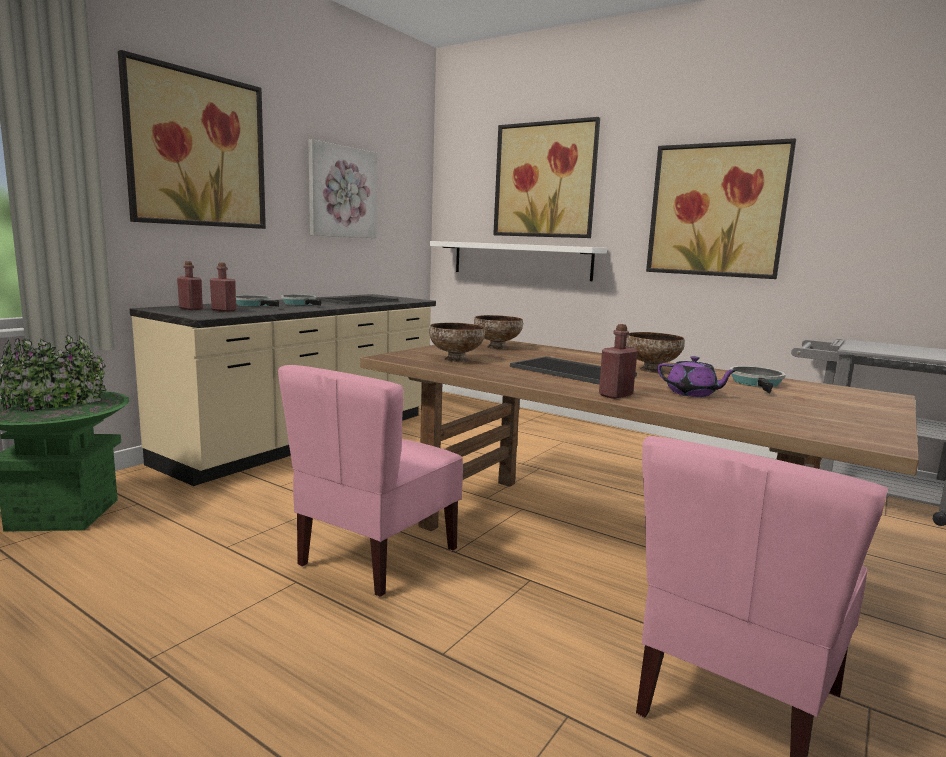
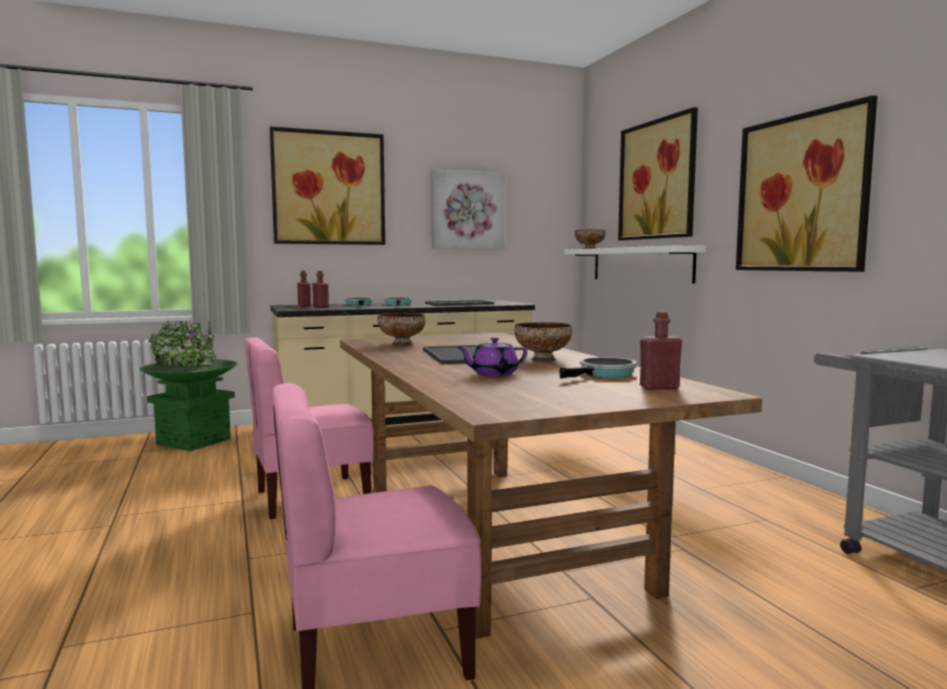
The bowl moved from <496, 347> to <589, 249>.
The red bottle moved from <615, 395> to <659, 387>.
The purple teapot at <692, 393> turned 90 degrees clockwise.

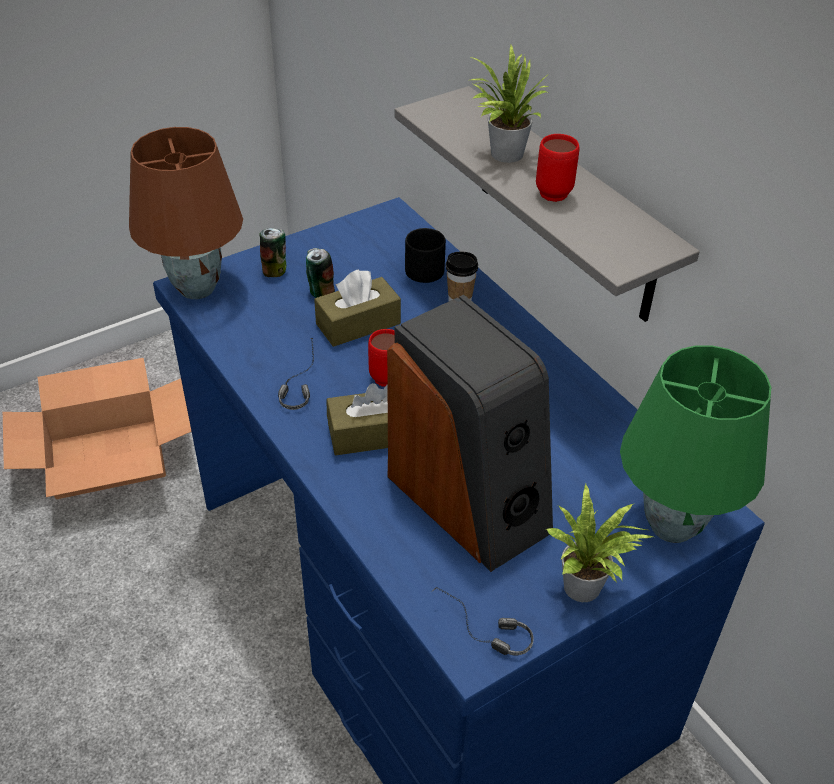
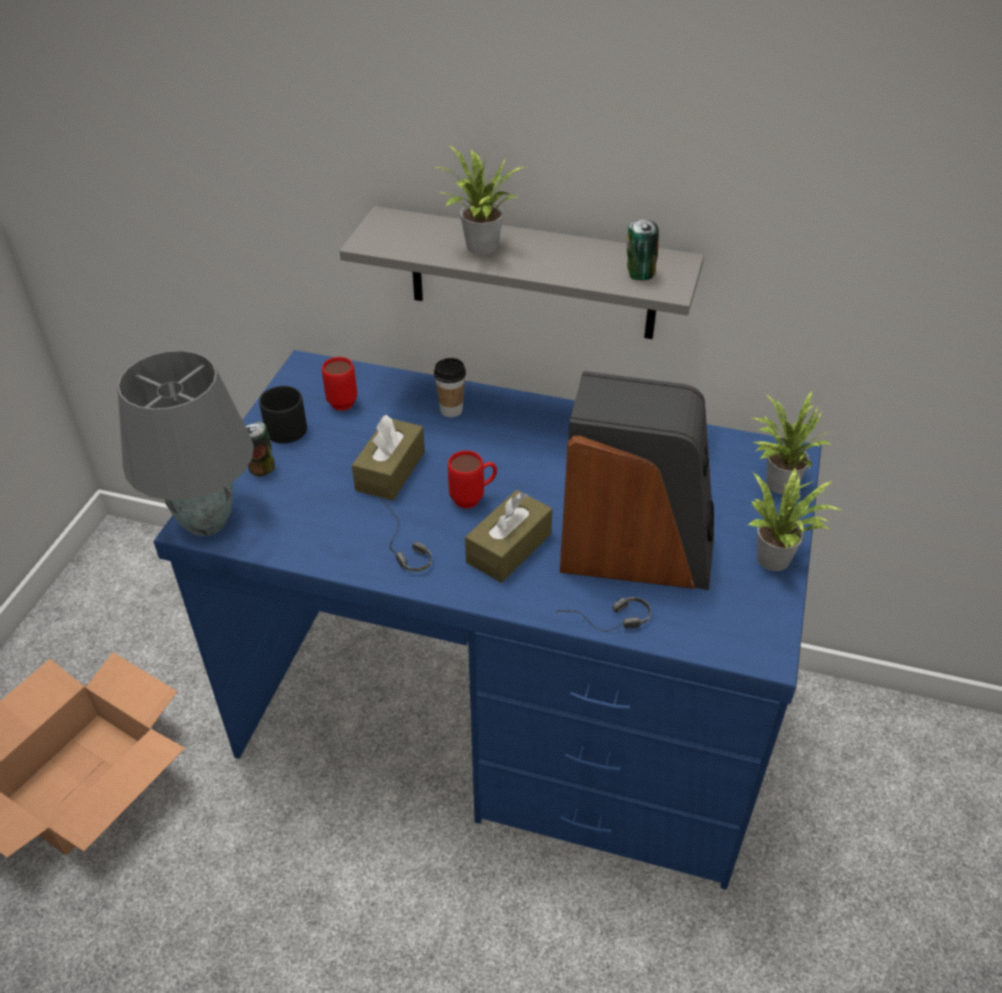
The brown table lamp at <197, 289> became the grey table lamp at <208, 523>.
The can moved from <320, 292> to <639, 274>.
The black mug moved from <426, 266> to <284, 425>.
The headphones moved from <479, 631> to <604, 624>.
The red mug moved from <556, 190> to <341, 400>.
The green table lamp at <671, 527> was replaced by the potted plant at <777, 483>.

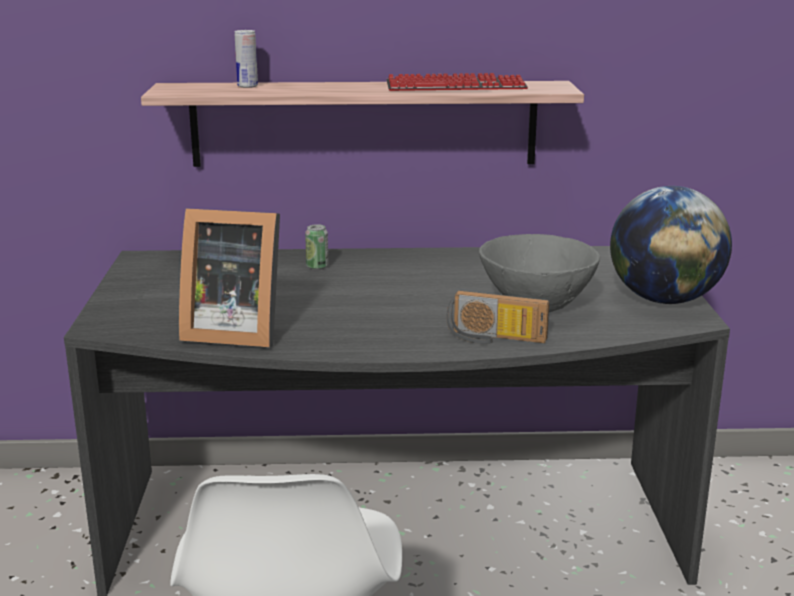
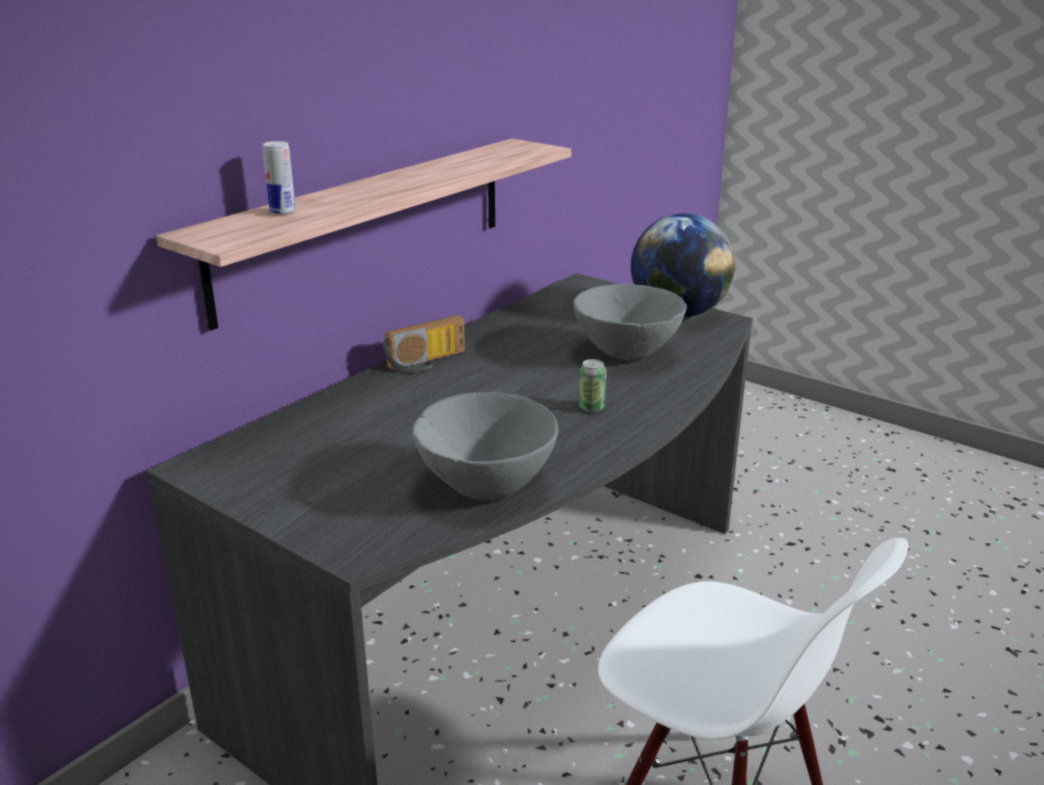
The picture frame at <233, 331> was replaced by the grey bowl at <486, 486>.
The can moved from <317, 267> to <591, 407>.
The keyboard at <456, 87> disappeared.
The radio moved from <494, 339> to <427, 362>.

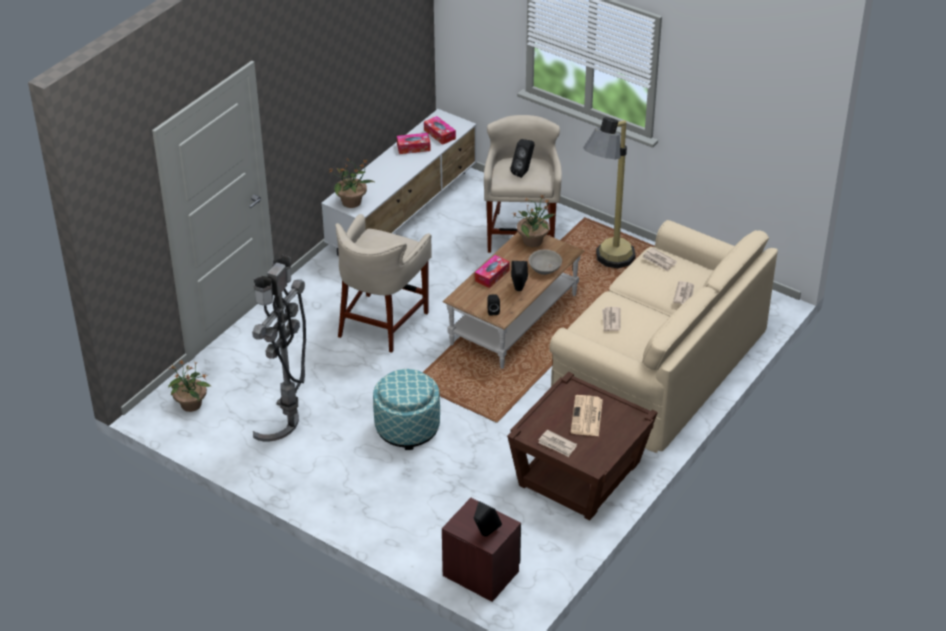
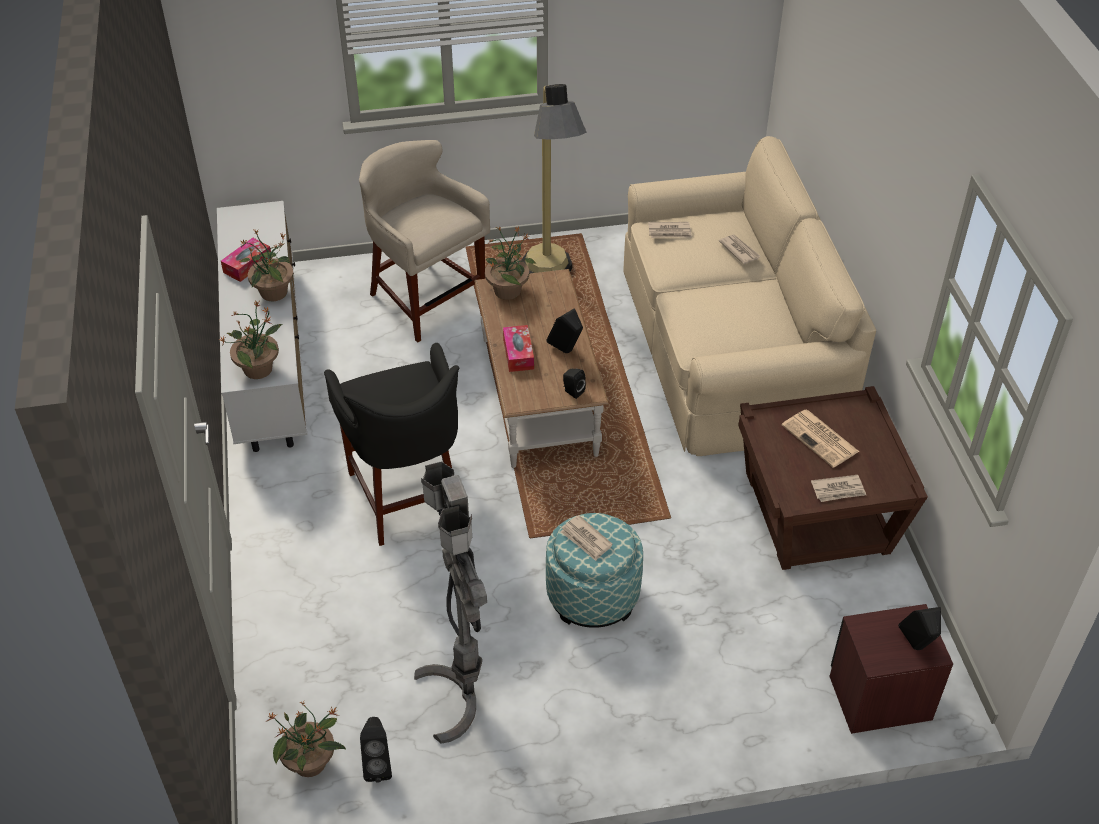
The beige stool at <382, 323> became the black stool at <408, 494>.
The tissue box at <439, 134> disappeared.
The black speaker moved from <523, 172> to <378, 765>.
The grey bowl at <545, 268> disappeared.
The newspaper moved from <611, 320> to <586, 540>.
The potted plant at <273, 293> appeared.

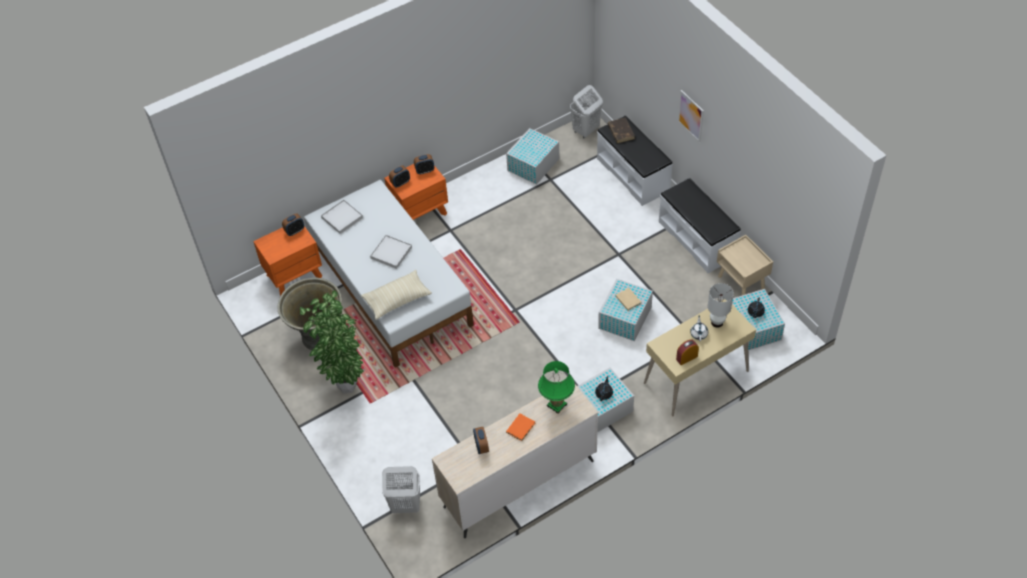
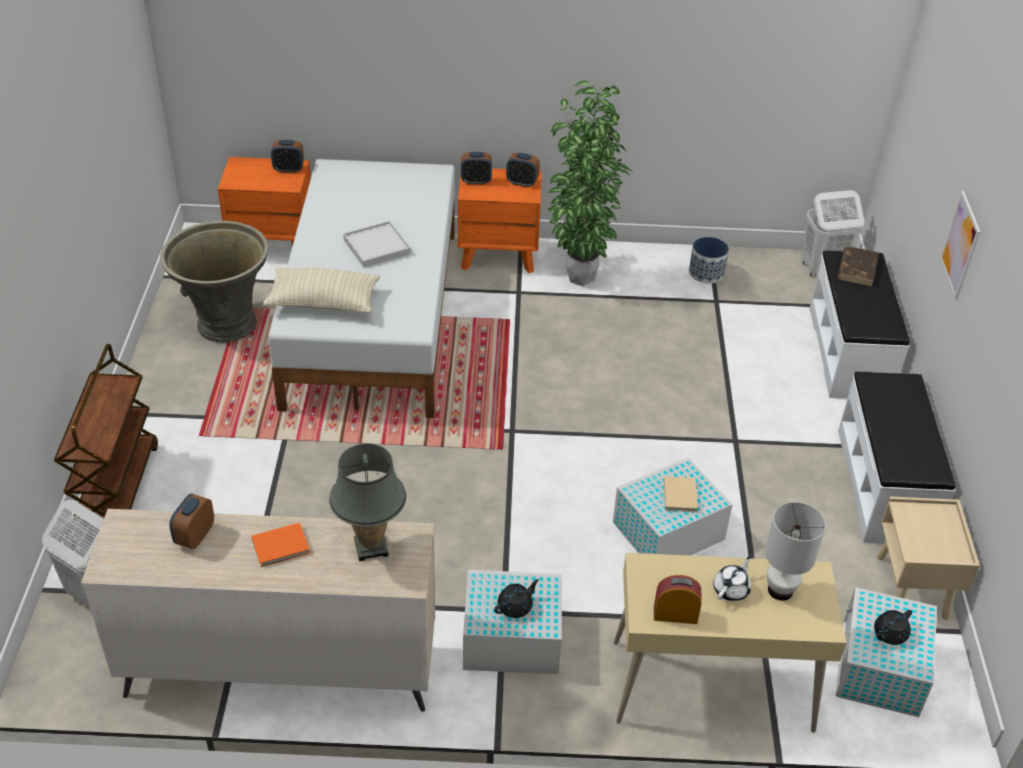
The potted plant moved from <345, 385> to <579, 276>.
The white tray at <342, 218> disappeared.
The white storage box at <532, 165> was replaced by the planter at <706, 273>.
The green table lamp at <557, 405> became the grey table lamp at <371, 547>.
The brown cart at <117, 487> appeared.

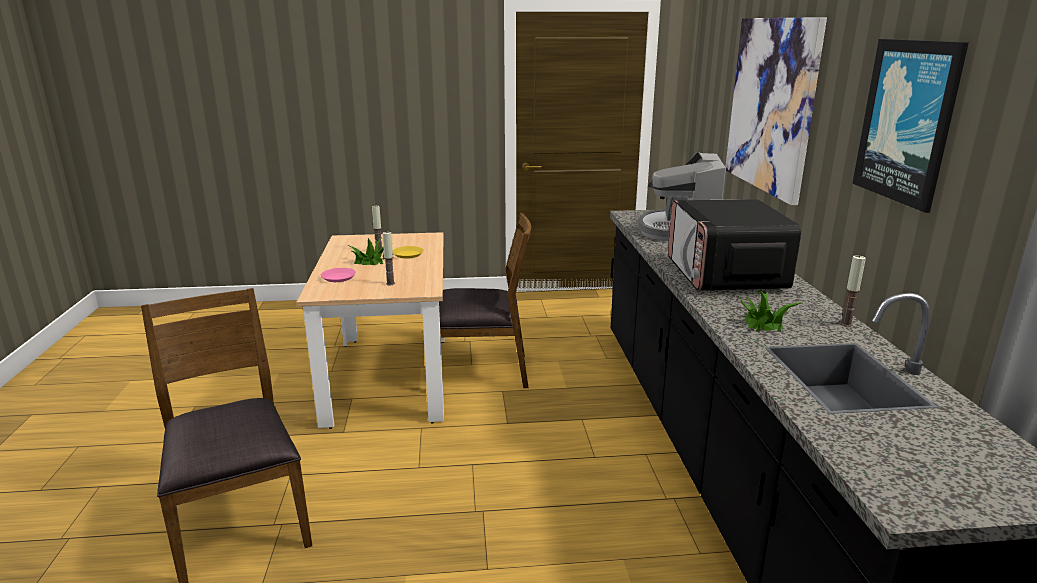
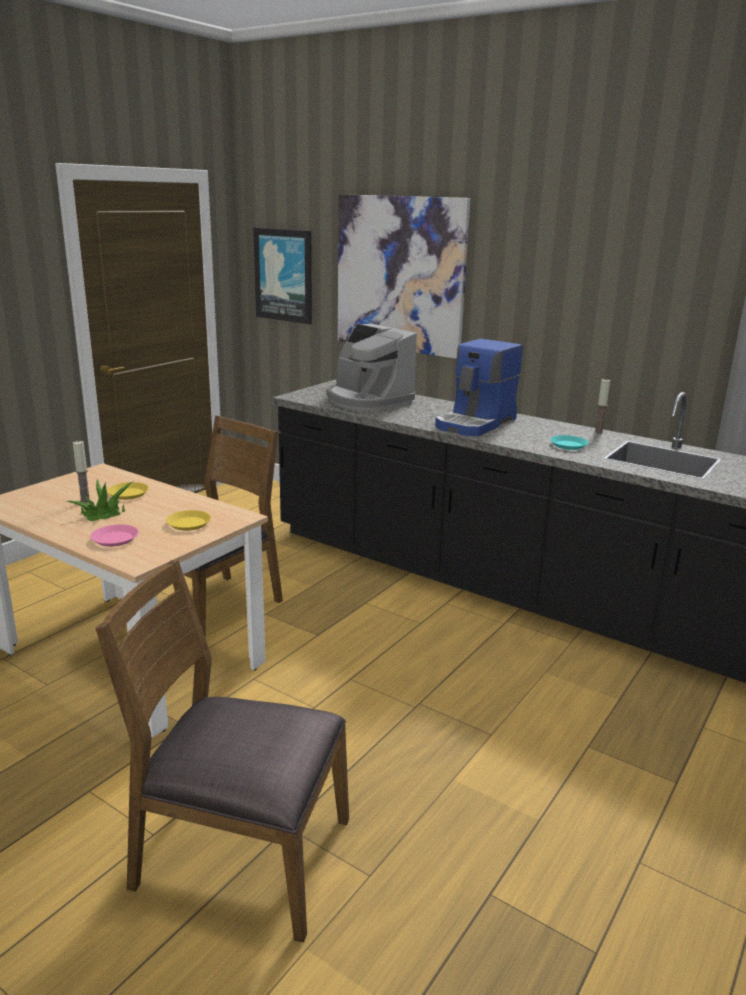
The candle at <390, 283> was replaced by the yellow plate at <188, 524>.
The microwave at <725, 275> was replaced by the coffee machine at <476, 423>.
The potted plant at <763, 323> was replaced by the turquoise plate at <568, 445>.
The picture moved from <907, 121> to <284, 275>.

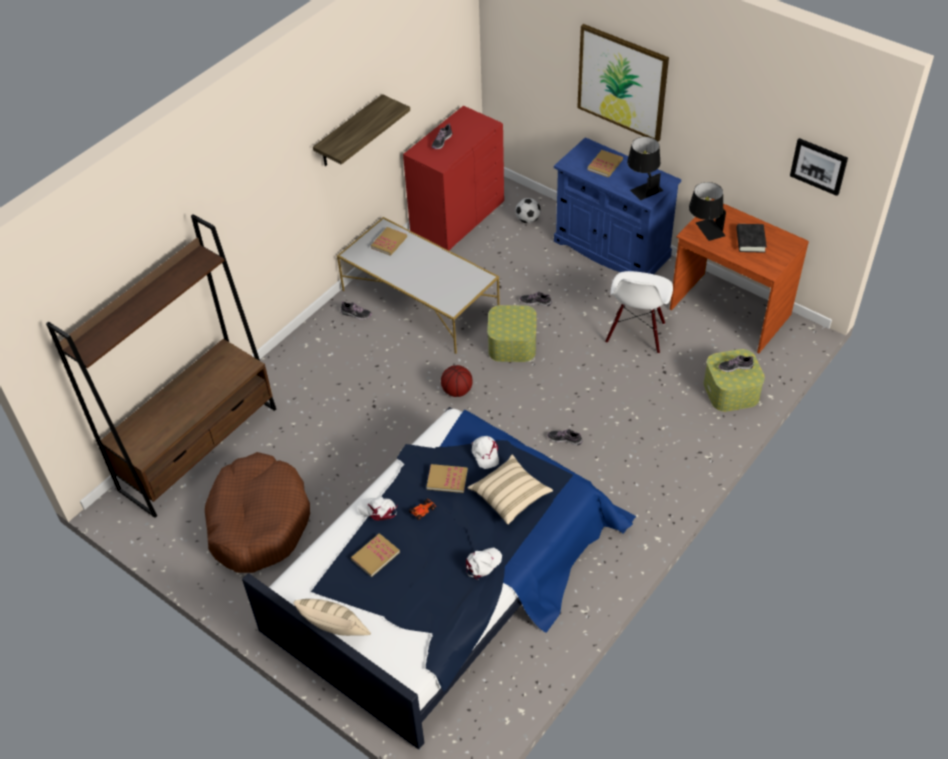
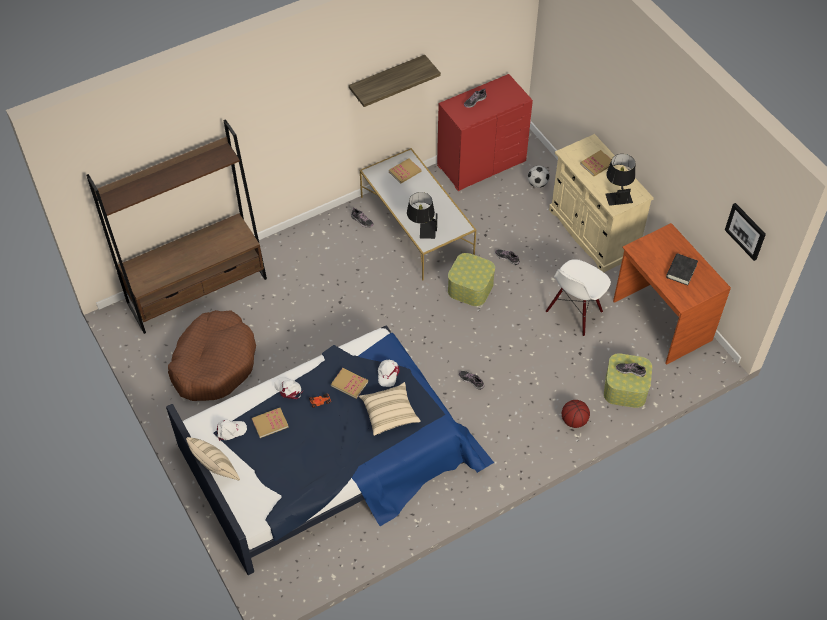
The basketball moved from <457, 391> to <574, 421>.
The white cap moved from <482, 564> to <230, 431>.
The blue cabinet at <611, 249> became the beige cabinet at <593, 232>.
The picture at <622, 82> disappeared.
The black table lamp moved from <704, 231> to <422, 229>.

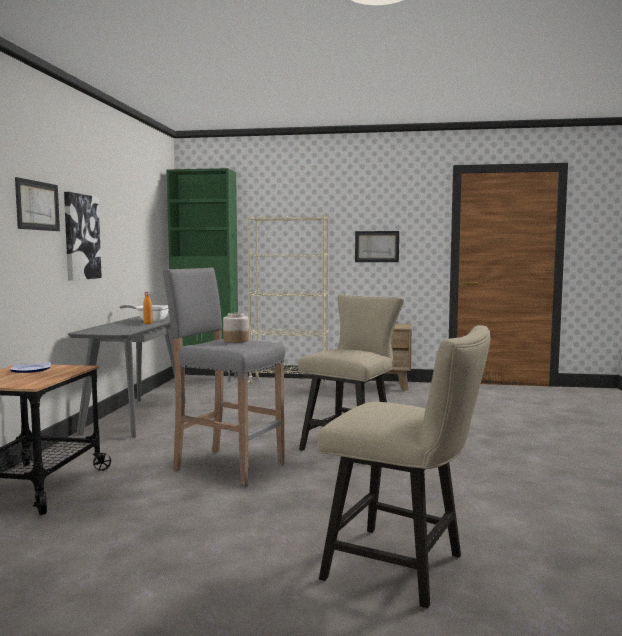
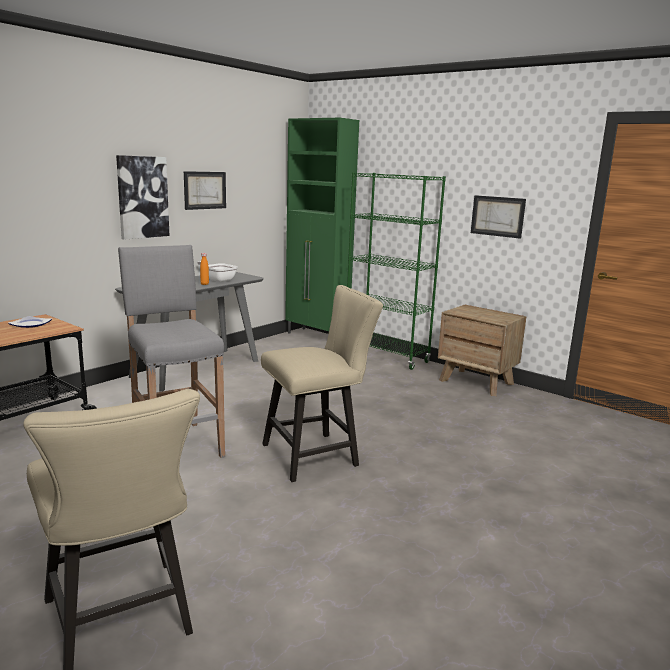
The picture moved from <37, 205> to <205, 190>.
The jar at <235, 341> disappeared.
The beige bookcase at <289, 382> became the green bookcase at <386, 357>.

